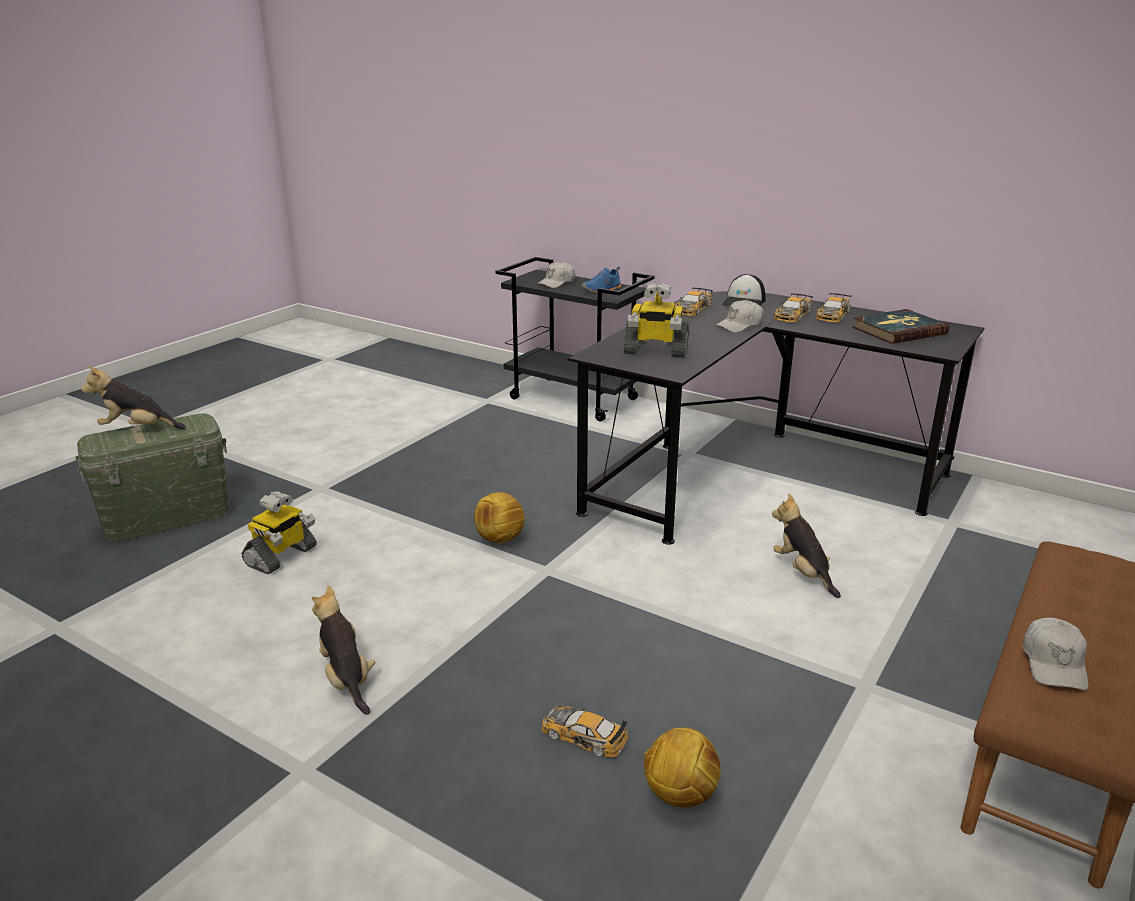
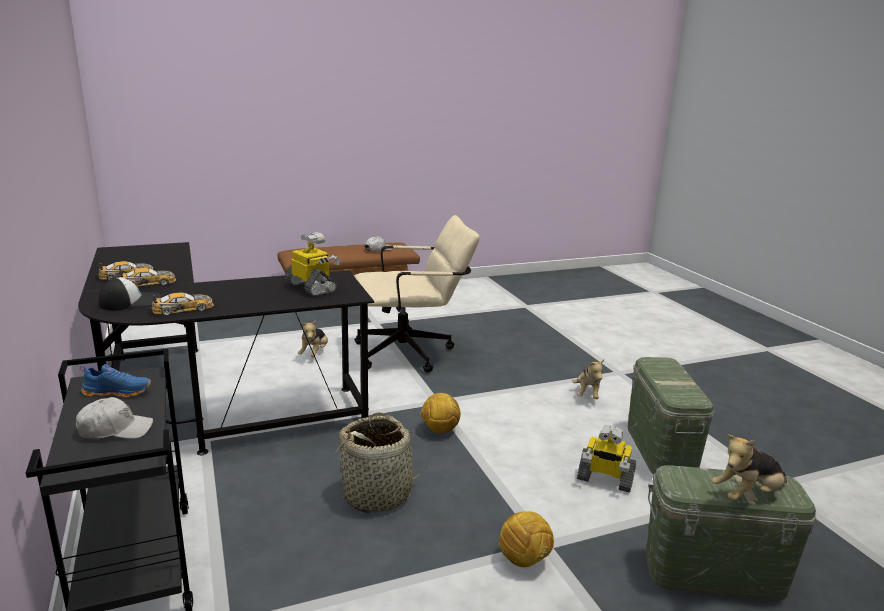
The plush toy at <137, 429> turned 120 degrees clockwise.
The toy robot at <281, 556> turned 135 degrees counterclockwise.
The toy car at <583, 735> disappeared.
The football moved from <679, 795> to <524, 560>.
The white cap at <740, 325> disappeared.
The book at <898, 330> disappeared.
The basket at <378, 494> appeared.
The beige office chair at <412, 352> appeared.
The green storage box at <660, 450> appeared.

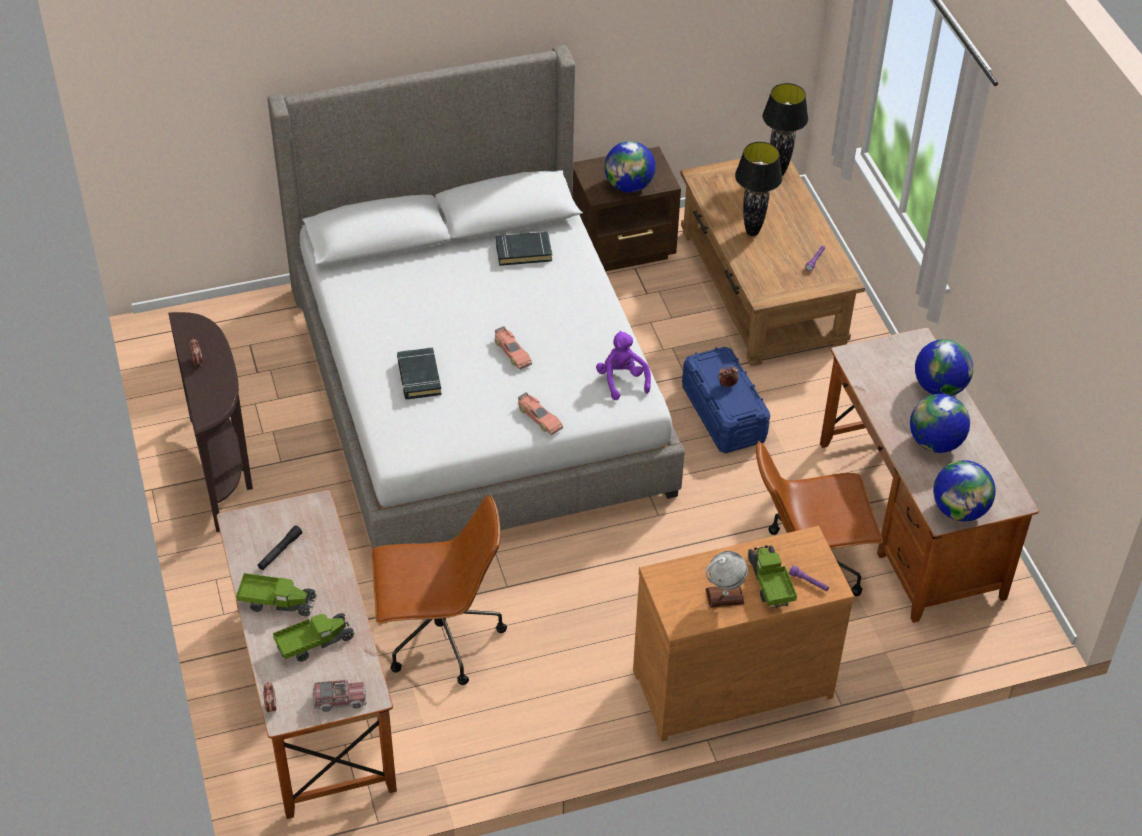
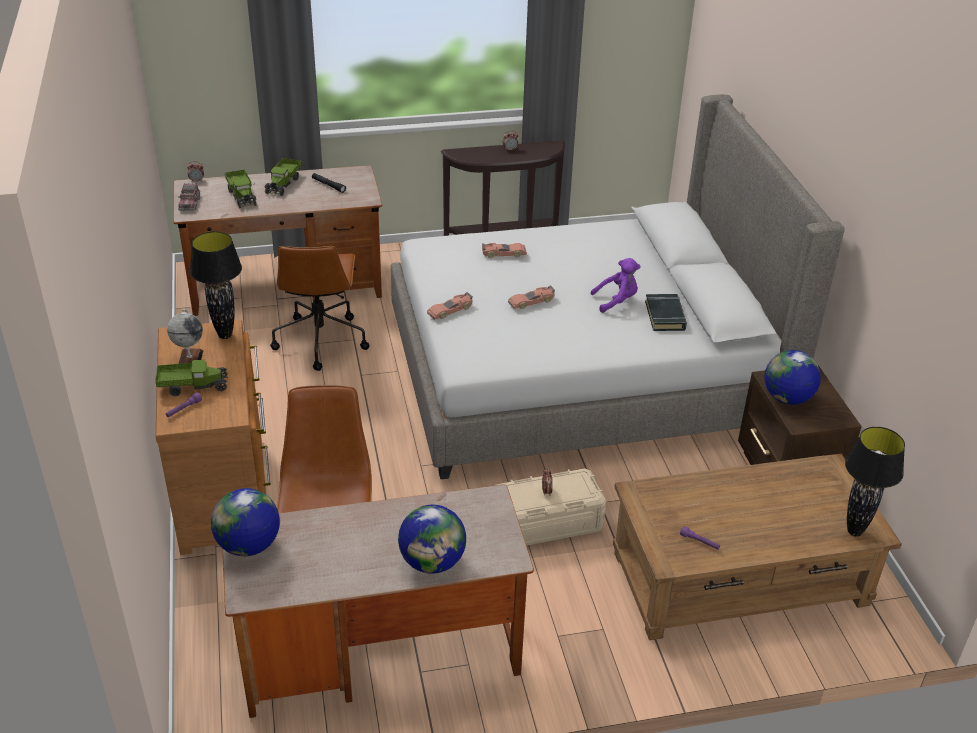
The black book at <419, 377> was replaced by the toy car at <503, 254>.
The purple plush toy moved from <622, 380> to <616, 301>.
The blue storage box at <723, 414> became the beige storage box at <545, 523>.
The black table lamp moved from <752, 233> to <224, 335>.
The globe at <935, 443> disappeared.

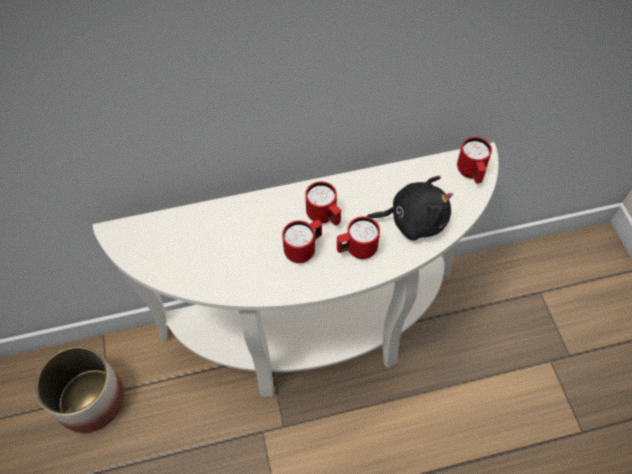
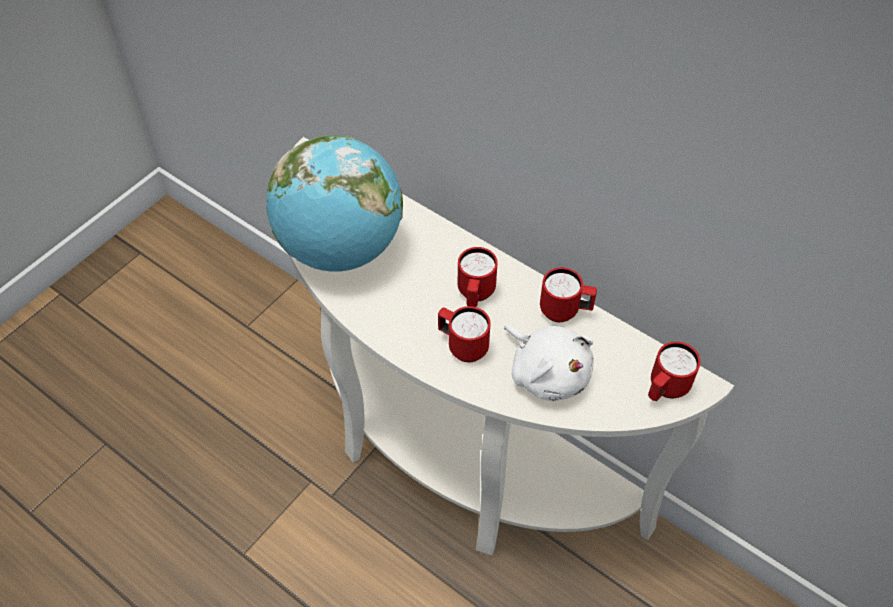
The planter at <91, 399> disappeared.
The red mug moved from <304, 249> to <565, 311>.
The black plush toy at <413, 220> became the white plush toy at <547, 372>.
The globe at <341, 248> appeared.

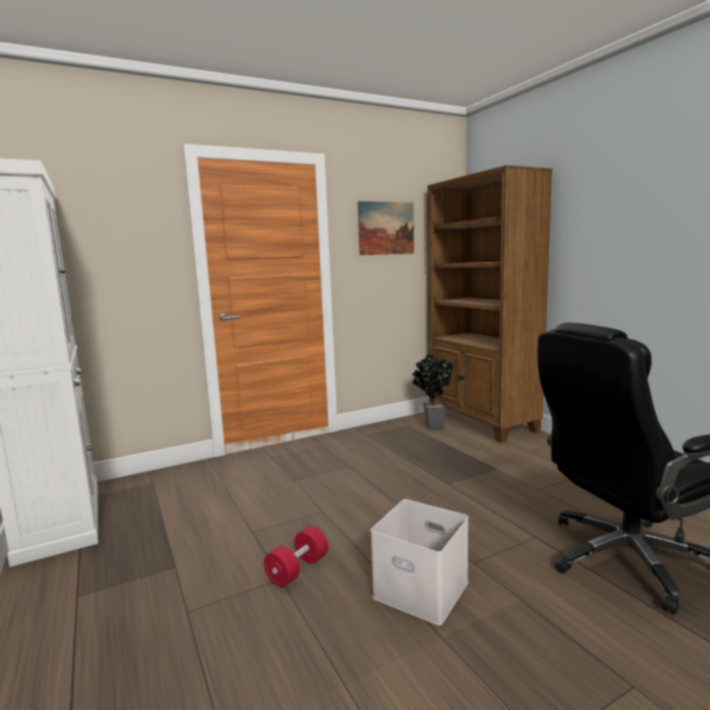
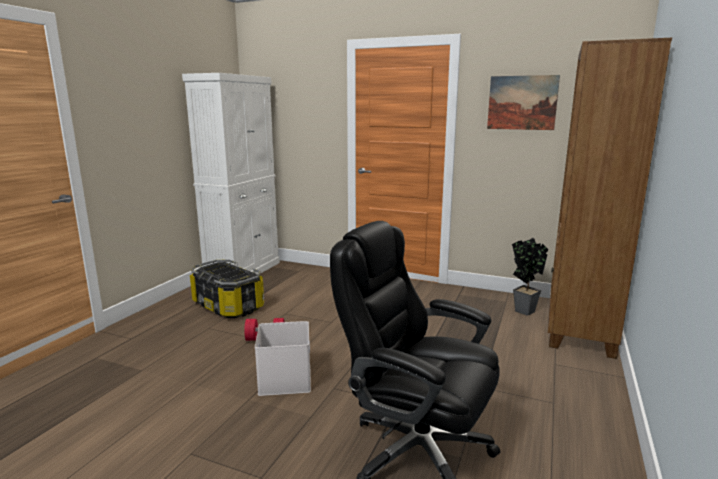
The storage box at <228, 306> appeared.

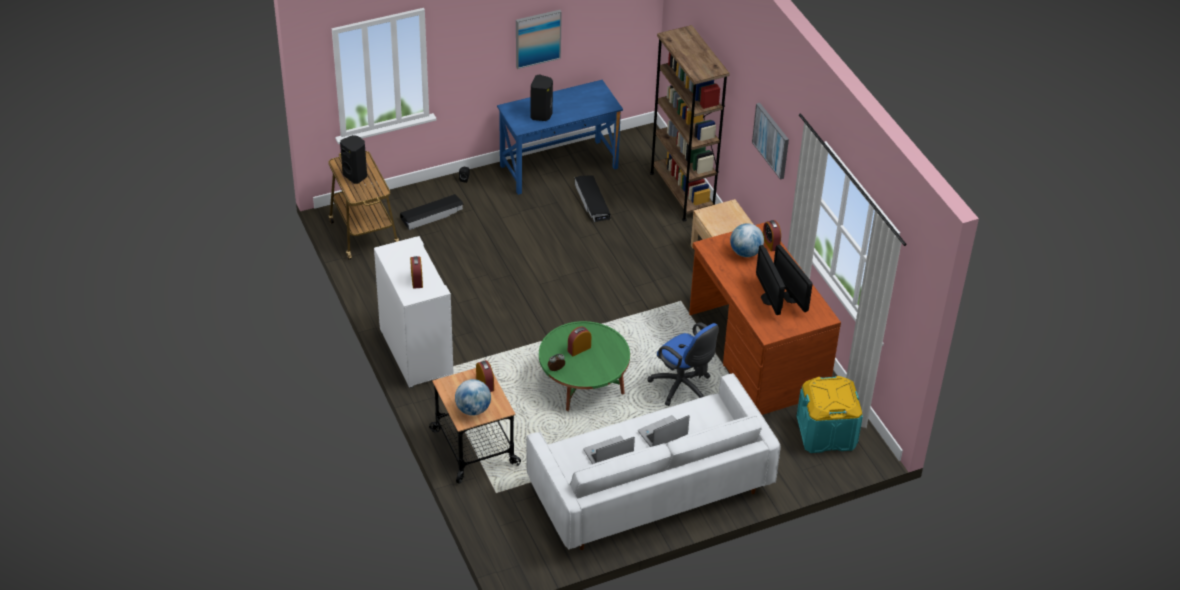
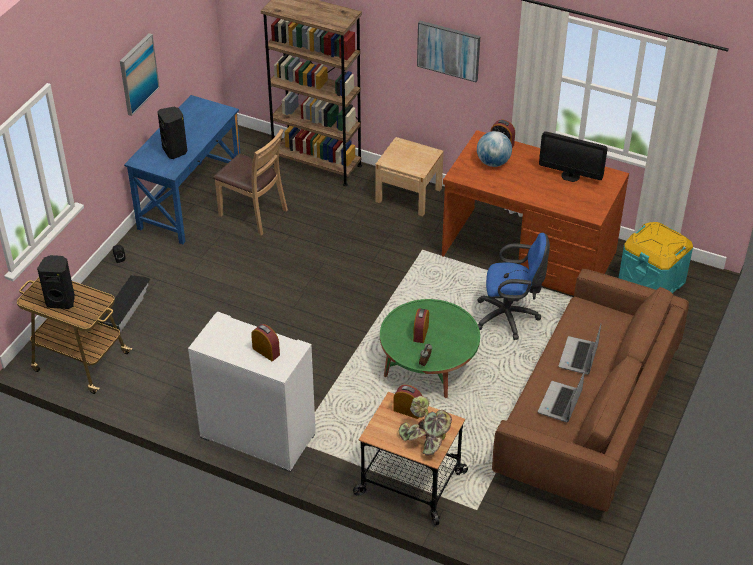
The globe at <473, 409> was replaced by the potted plant at <426, 440>.
The white sofa at <650, 488> became the brown sofa at <587, 416>.
The black storage box at <592, 201> was replaced by the brown chair at <253, 213>.
The monitor at <769, 299> disappeared.

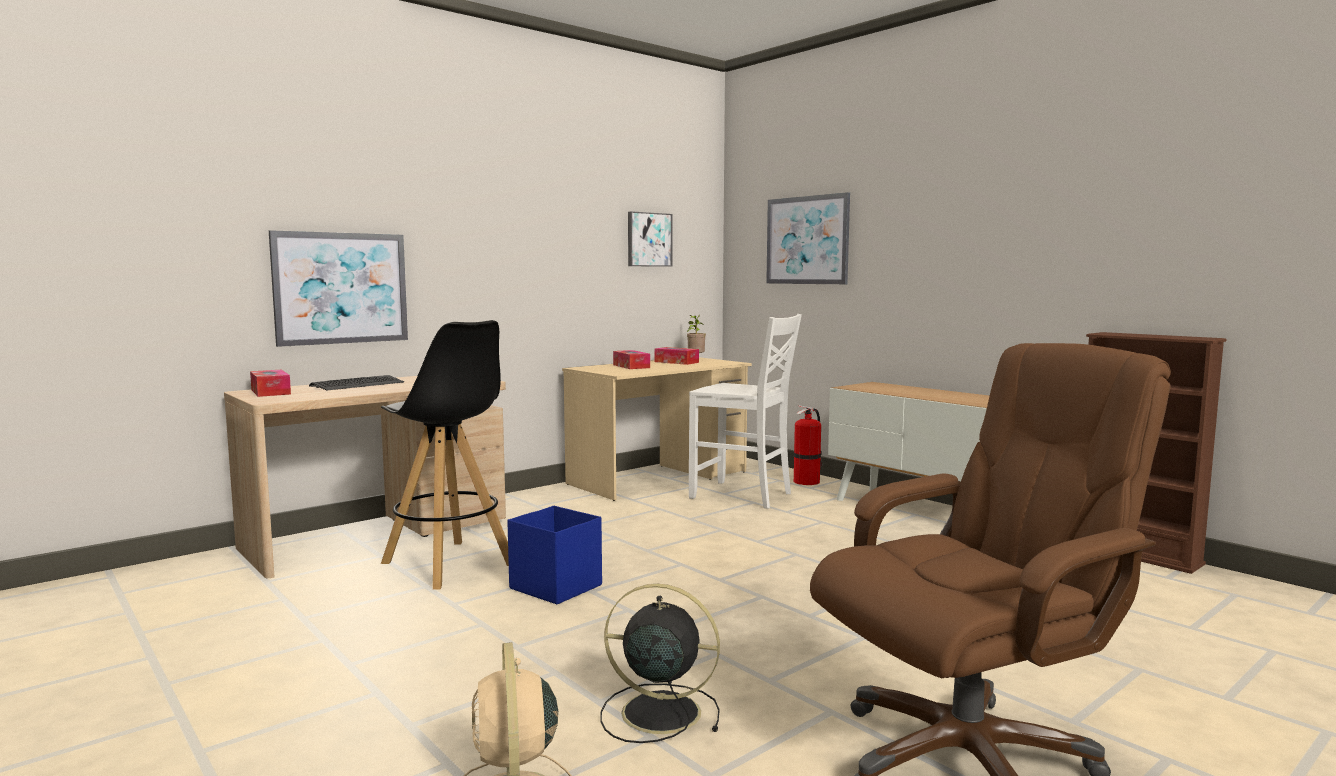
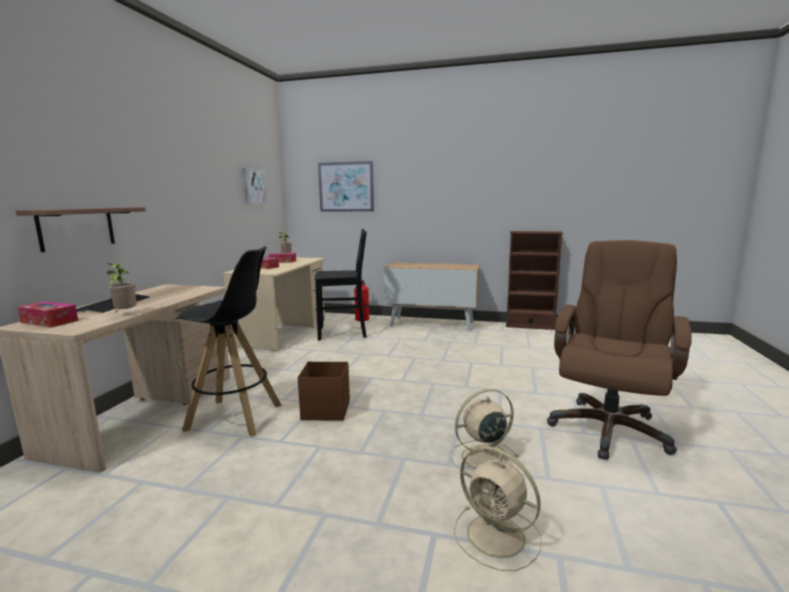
The picture at <341, 288> was replaced by the shelf at <77, 228>.
The blue storage box at <555, 586> became the brown storage box at <325, 410>.
The black fan at <657, 712> became the beige fan at <481, 458>.
The white chair at <743, 496> became the black chair at <343, 333>.
The potted plant at <125, 314> appeared.

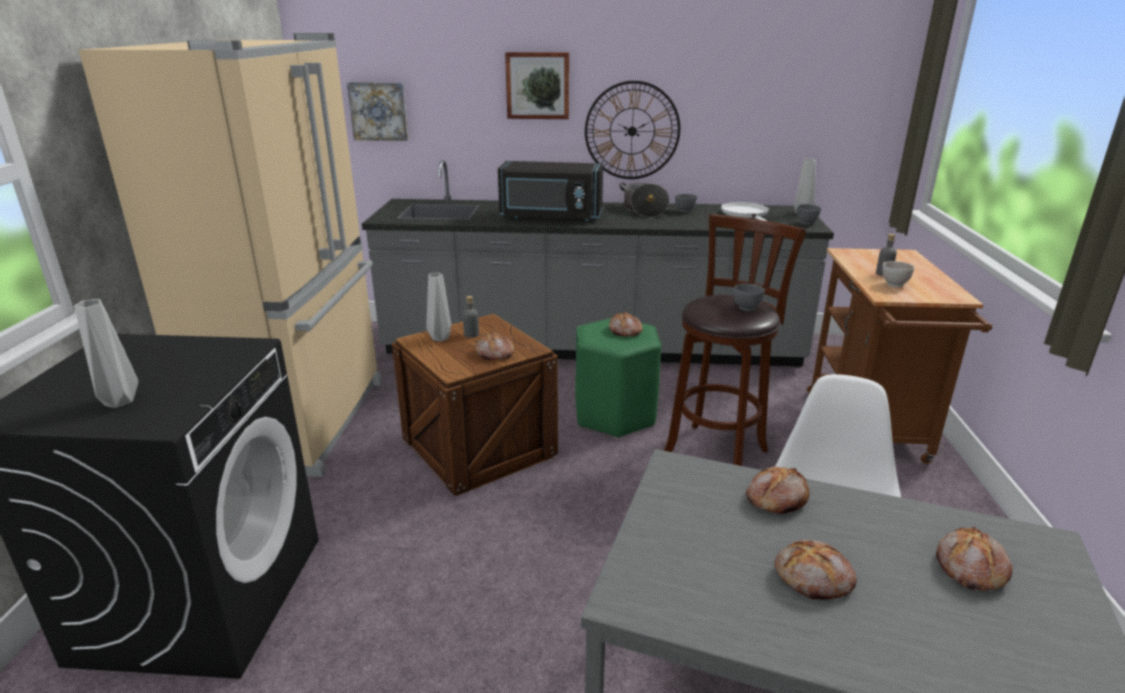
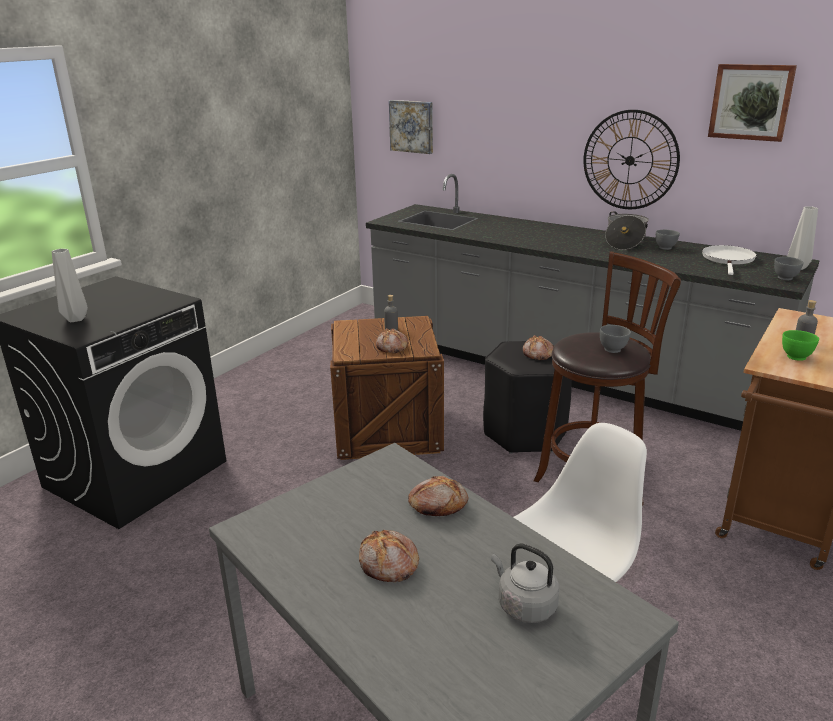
The beige fridge at <303, 422> disappeared.
The grey vase at <441, 338> disappeared.
The black microwave at <550, 216> disappeared.
The picture moved from <538, 85> to <751, 102>.
The green stool at <615, 415> became the black stool at <525, 433>.
The white bowl at <894, 284> became the green bowl at <796, 357>.
The bread at <969, 568> was replaced by the grey kettle at <524, 605>.

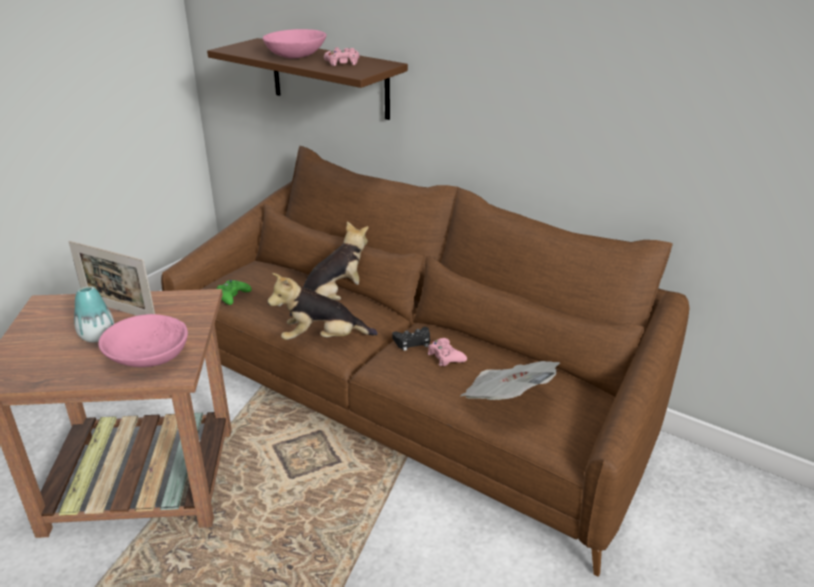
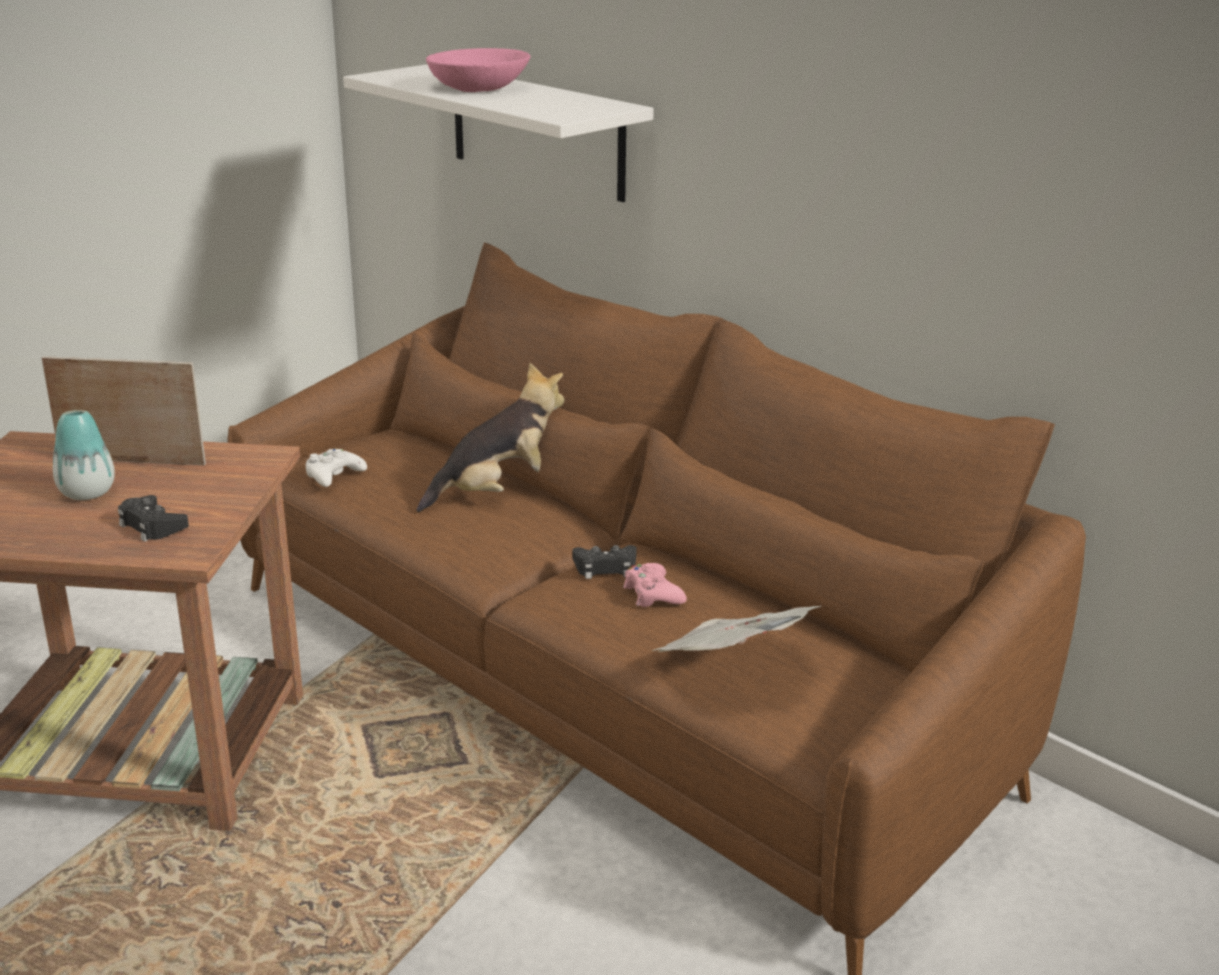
The picture frame at <119, 310> turned 150 degrees clockwise.
The pink bowl at <147, 356> was replaced by the black game controller at <152, 526>.
The brown shelf at <329, 78> became the white shelf at <536, 131>.
The green game controller at <232, 296> became the white game controller at <334, 475>.
The plush toy at <322, 339> disappeared.
The pink game controller at <342, 63> disappeared.

